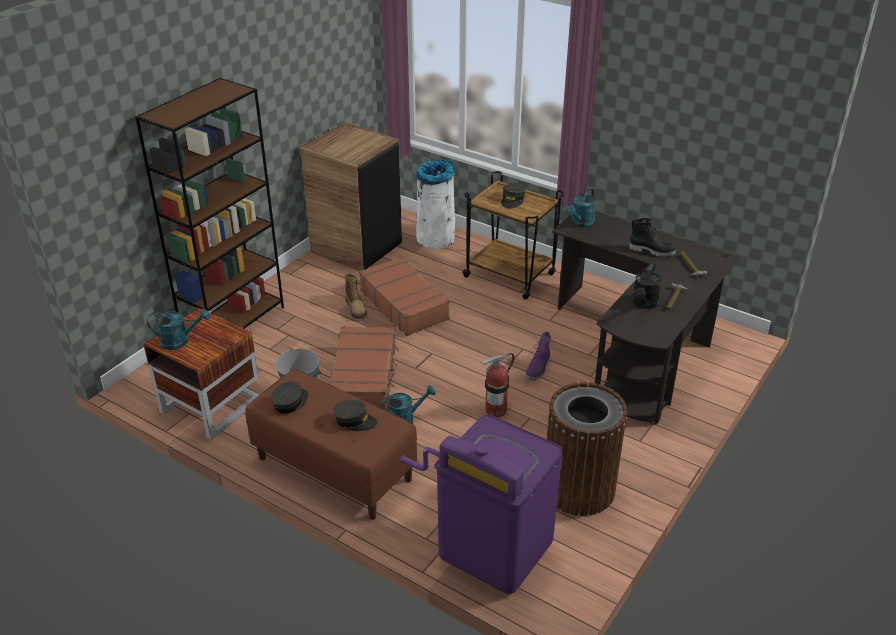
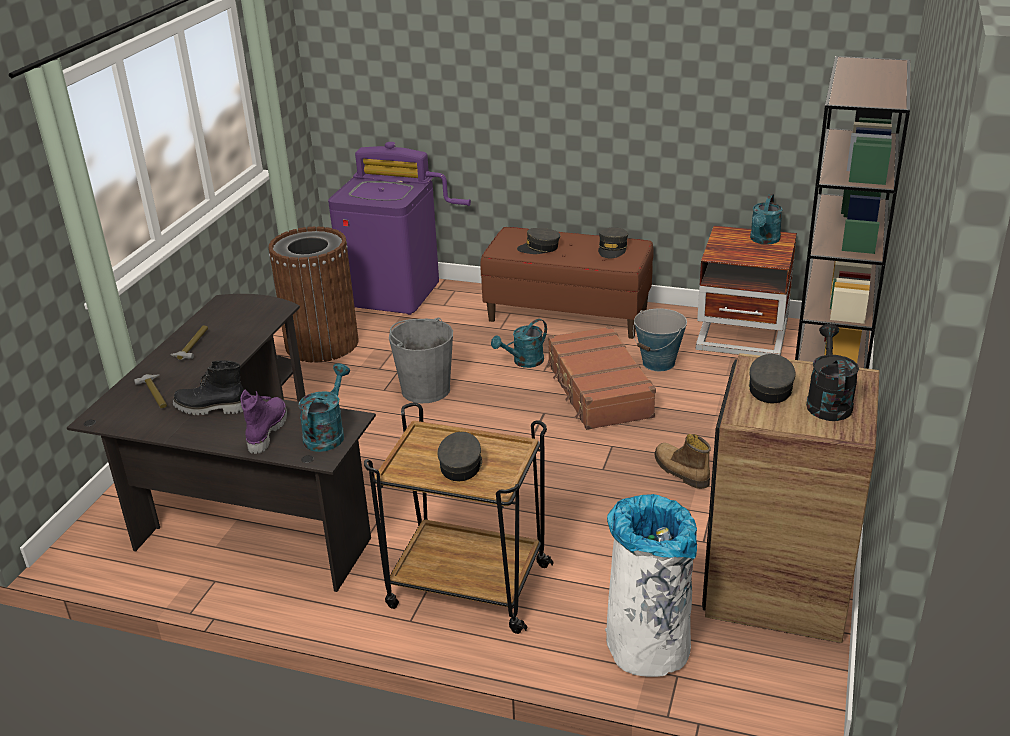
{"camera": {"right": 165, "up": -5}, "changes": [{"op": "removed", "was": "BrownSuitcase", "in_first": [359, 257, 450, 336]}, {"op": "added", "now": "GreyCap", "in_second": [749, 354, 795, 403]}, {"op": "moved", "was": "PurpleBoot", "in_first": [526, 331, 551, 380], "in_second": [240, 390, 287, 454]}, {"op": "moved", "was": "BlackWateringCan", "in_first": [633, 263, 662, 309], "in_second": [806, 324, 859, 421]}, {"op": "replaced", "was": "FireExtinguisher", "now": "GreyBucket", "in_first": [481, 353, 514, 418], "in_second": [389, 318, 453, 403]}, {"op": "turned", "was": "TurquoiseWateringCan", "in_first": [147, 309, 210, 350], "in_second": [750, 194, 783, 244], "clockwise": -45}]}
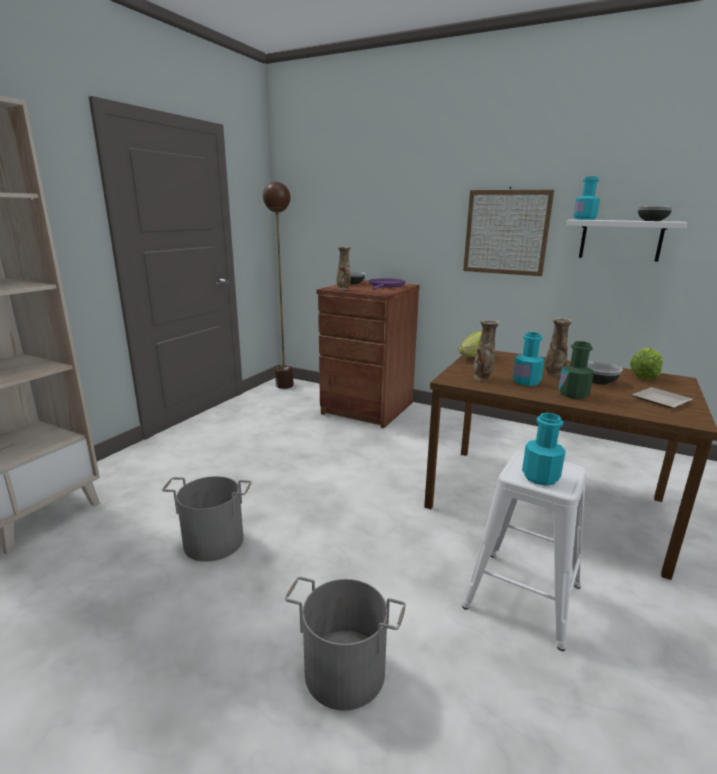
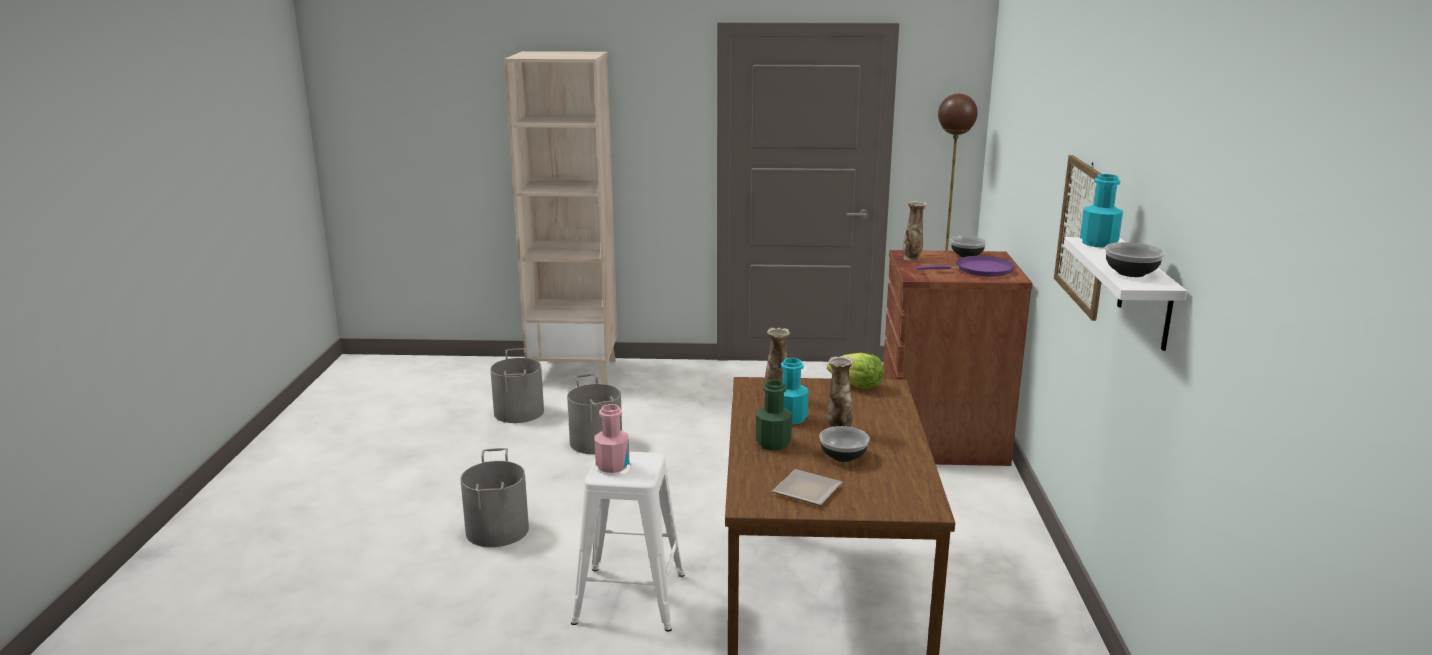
{"camera": {"right": 65, "up": 0}, "changes": [{"op": "removed", "was": "Lettuce", "in_first": [630, 348, 663, 380]}, {"op": "added", "now": "GreyBucket", "in_second": [490, 348, 544, 423]}, {"op": "recoloured", "was": "TurquoiseBottle", "now": "PinkBottle", "in_first": [522, 413, 566, 486], "in_second": [594, 404, 629, 473]}]}
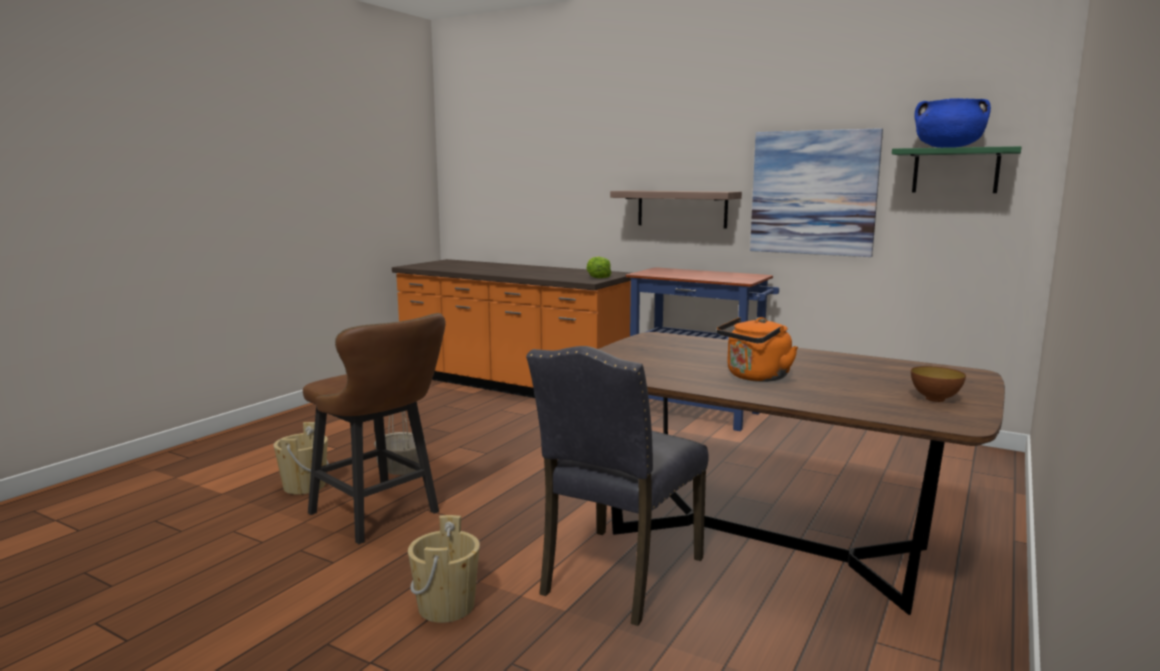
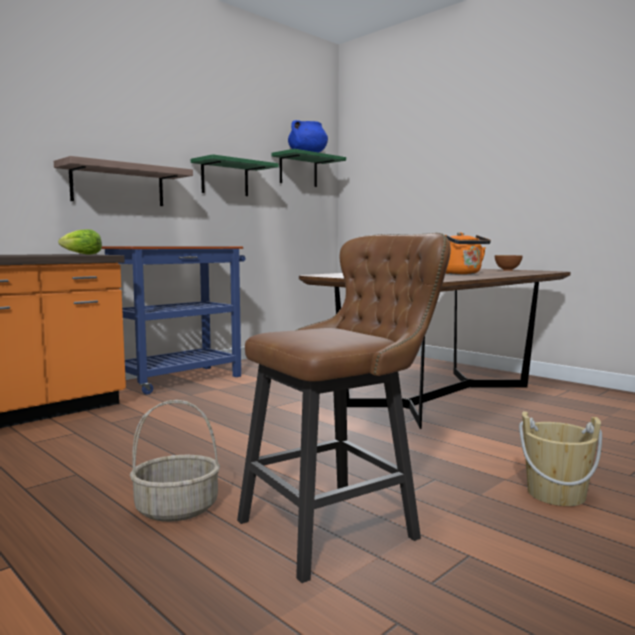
{"camera": {"right": -75, "up": -5}, "changes": [{"op": "removed", "was": "BeigeBucket", "in_first": [274, 422, 329, 494]}, {"op": "removed", "was": "GreyChair", "in_first": [526, 346, 709, 626]}, {"op": "replaced", "was": "Picture", "now": "GreenShelf", "in_first": [750, 128, 883, 257], "in_second": [191, 154, 279, 196]}]}
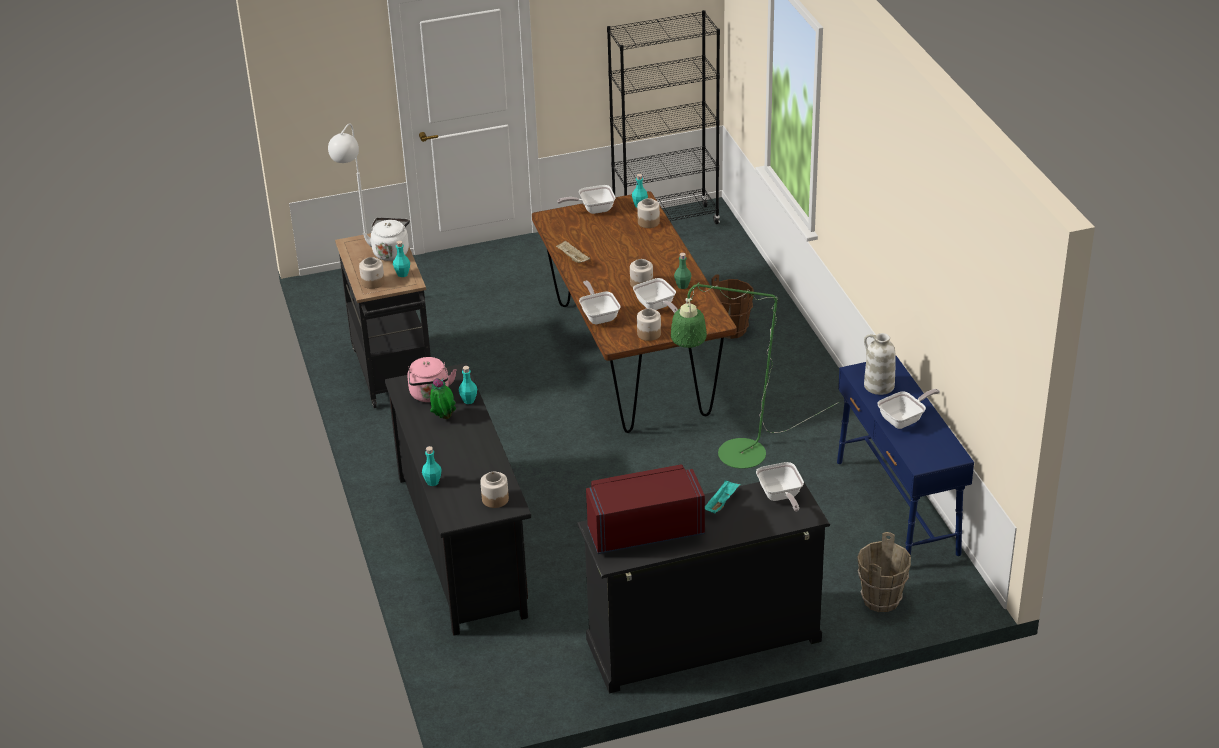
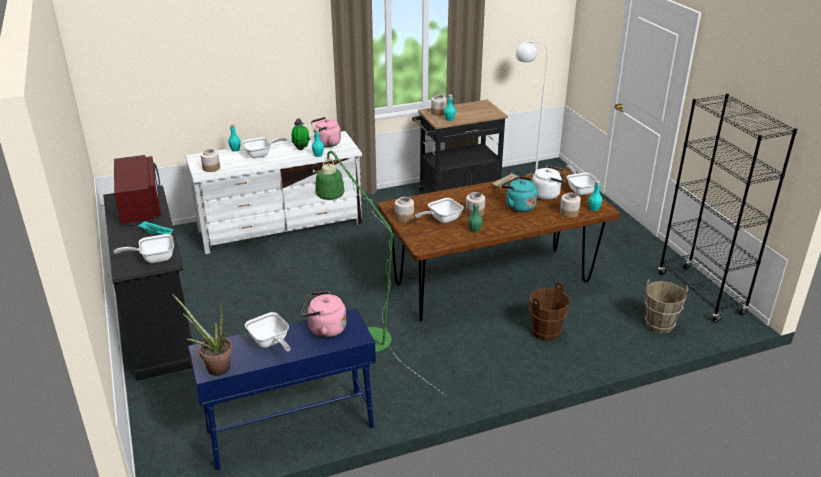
{"camera": {"right": 85, "up": -5}, "changes": [{"op": "added", "now": "PottedPlant", "in_second": [172, 294, 232, 376]}, {"op": "added", "now": "TurquoiseKettle", "in_second": [501, 176, 537, 212]}, {"op": "moved", "was": "WhiteKettle", "in_first": [363, 217, 410, 261], "in_second": [532, 165, 565, 200]}, {"op": "moved", "was": "FryingPan", "in_first": [579, 281, 621, 324], "in_second": [242, 137, 287, 158]}, {"op": "moved", "was": "BrownBucket", "in_first": [857, 532, 911, 612], "in_second": [644, 279, 688, 334]}, {"op": "replaced", "was": "WhiteVase", "now": "PinkKettle", "in_first": [864, 333, 895, 395], "in_second": [302, 291, 346, 338]}, {"op": "recoloured", "was": "BlackDresser", "now": "WhiteDresser", "in_first": [385, 363, 531, 635], "in_second": [185, 131, 362, 254]}]}
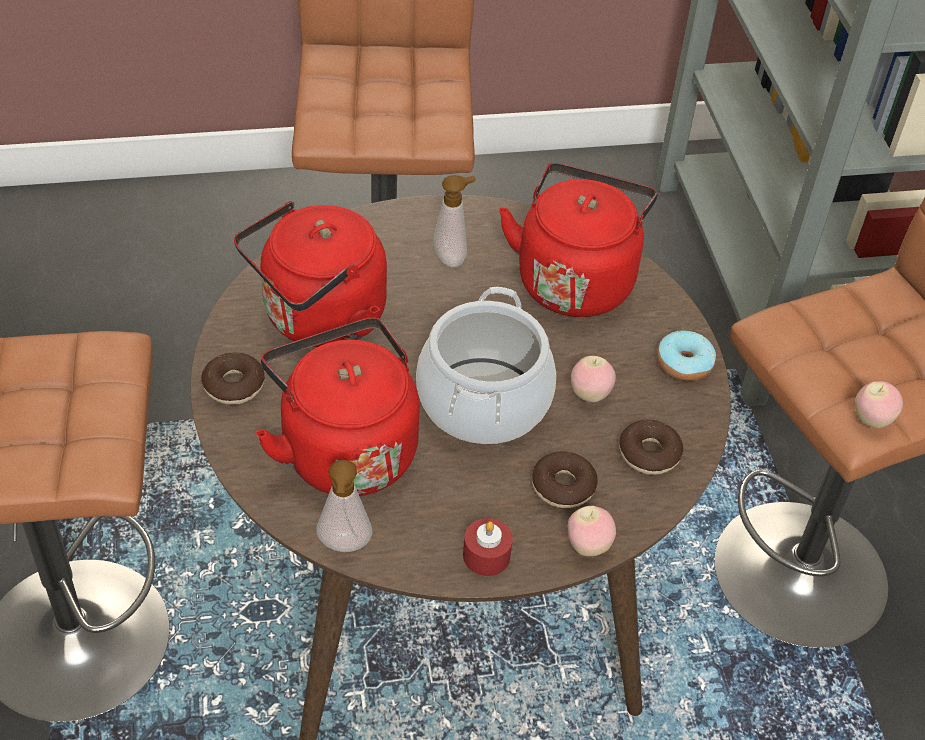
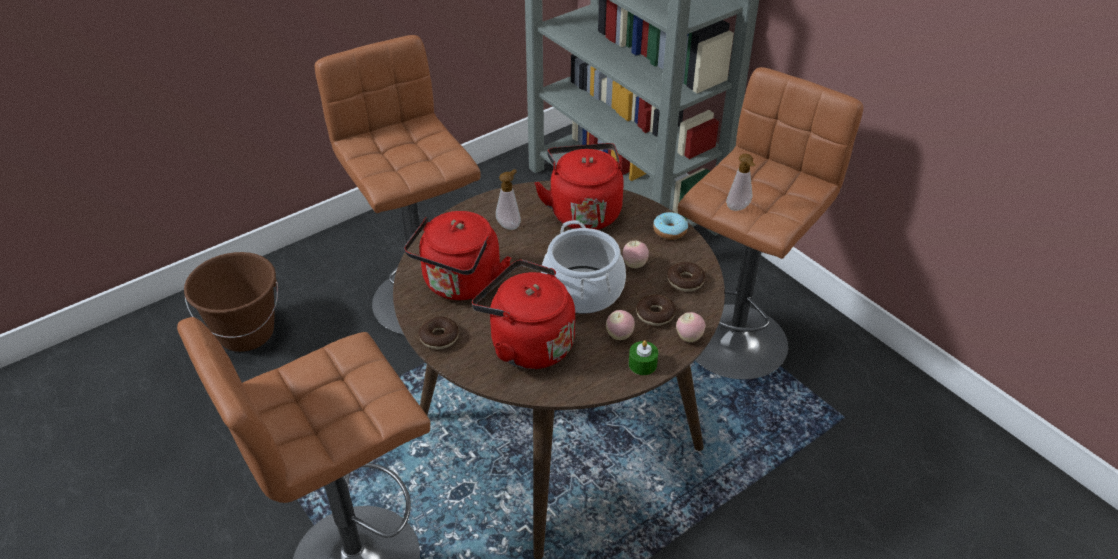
{"camera": {"right": -25, "up": -5}, "changes": [{"op": "added", "now": "BrownBucket", "in_second": [184, 252, 278, 352]}, {"op": "moved", "was": "SoapDispenser", "in_first": [316, 460, 373, 552], "in_second": [726, 154, 755, 211]}, {"op": "moved", "was": "Apple", "in_first": [855, 381, 903, 428], "in_second": [606, 310, 635, 340]}, {"op": "recoloured", "was": "RedCandle", "now": "GreenCandle", "in_first": [463, 518, 513, 576], "in_second": [629, 340, 658, 375]}]}
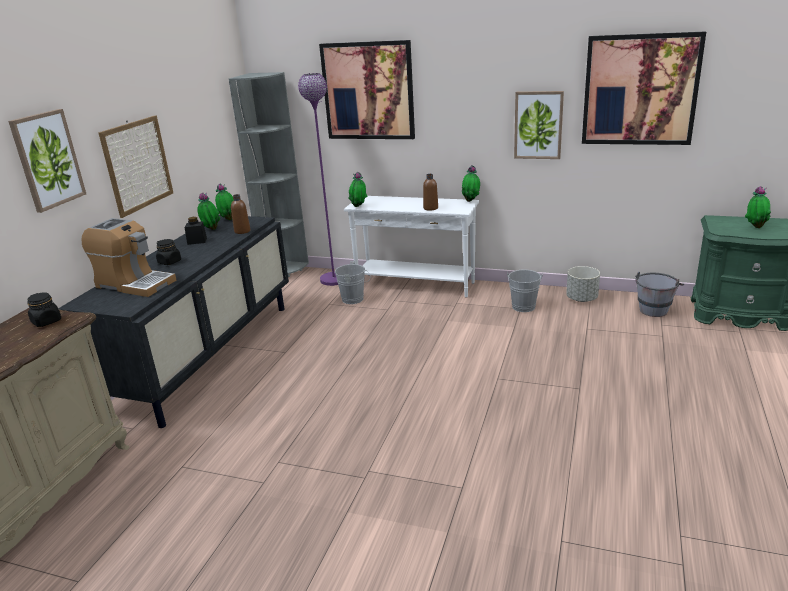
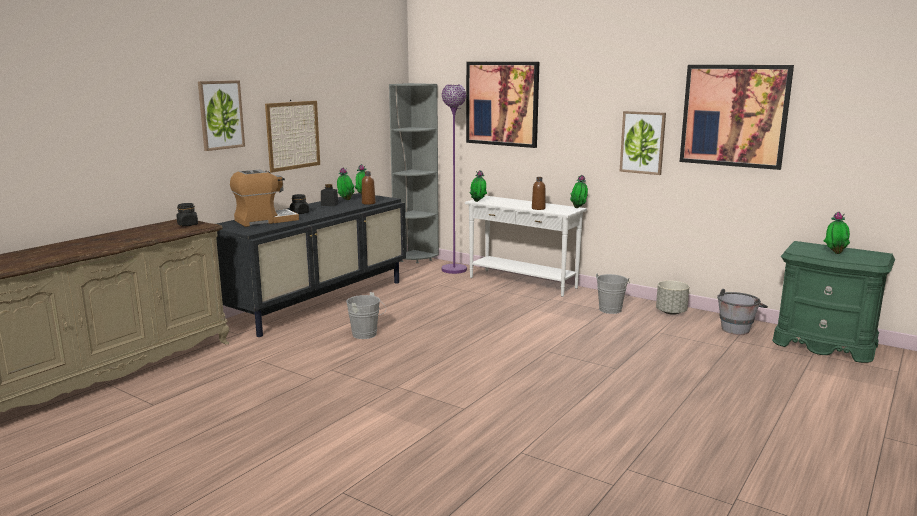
{"camera": {"right": 15, "up": -10}, "changes": [{"op": "moved", "was": "GreyBucket", "in_first": [335, 261, 371, 304], "in_second": [346, 292, 386, 339]}, {"op": "turned", "was": "CoffeeMachine", "in_first": [82, 218, 176, 297], "in_second": [230, 170, 299, 227], "clockwise": -75}]}
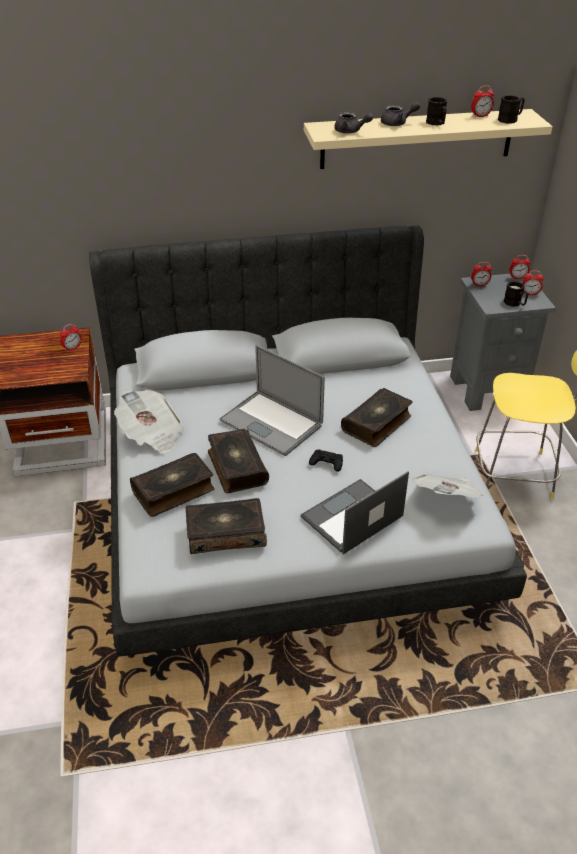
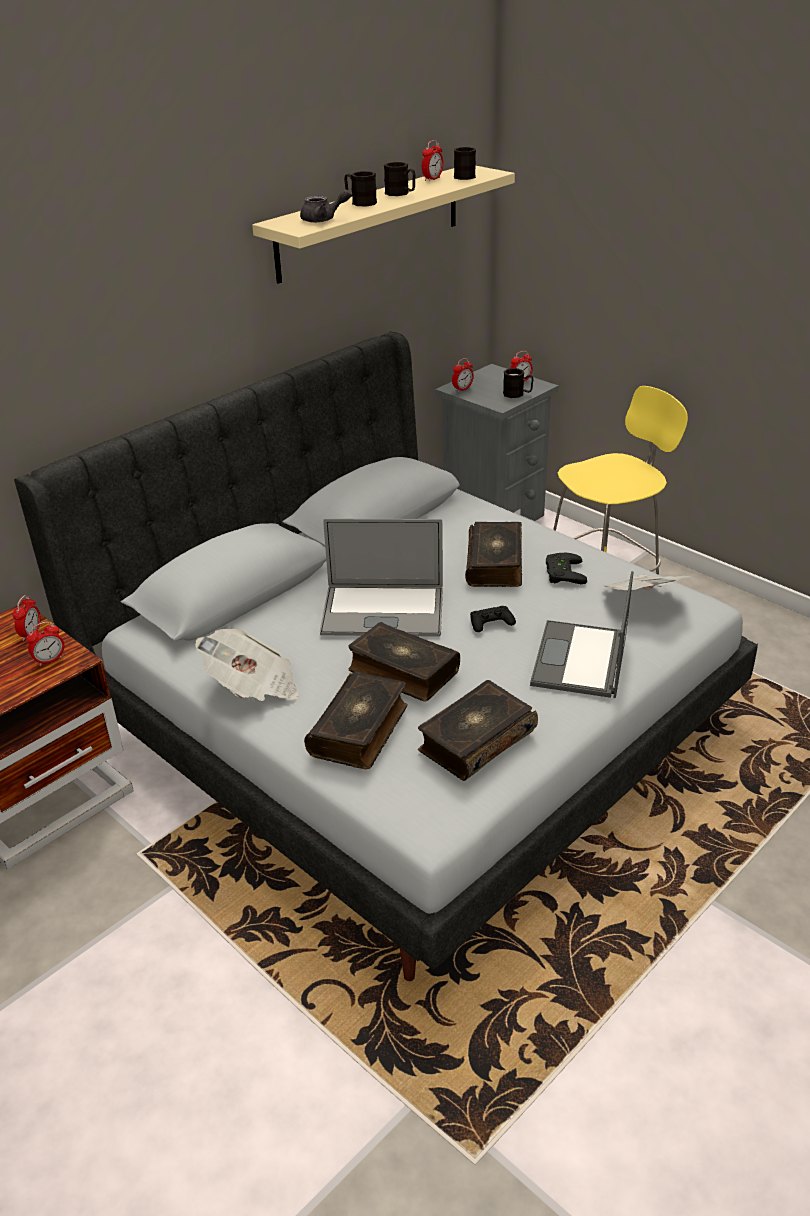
{"camera": {"right": -35, "up": -5}, "changes": [{"op": "added", "now": "BlackGameController", "in_second": [546, 553, 587, 584]}, {"op": "moved", "was": "AlarmClock", "in_first": [510, 255, 530, 279], "in_second": [26, 622, 64, 666]}, {"op": "replaced", "was": "GreyTeapot", "now": "BlackMug", "in_first": [381, 102, 420, 126], "in_second": [344, 171, 377, 207]}]}
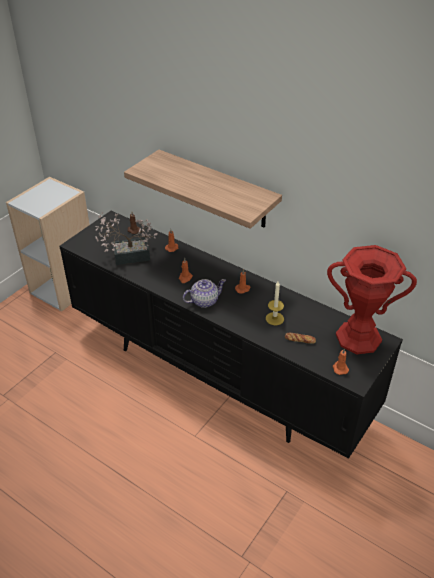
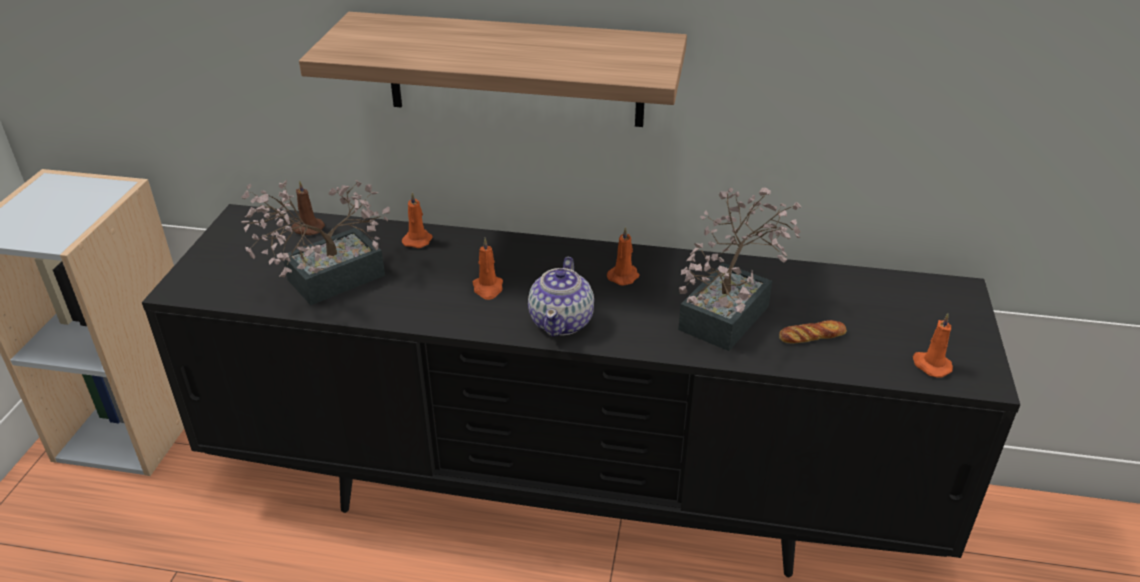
{"camera": {"right": -25, "up": -5}, "changes": [{"op": "removed", "was": "RedVase", "in_first": [327, 245, 417, 354]}, {"op": "replaced", "was": "Candle", "now": "PottedPlant", "in_first": [266, 282, 284, 325], "in_second": [678, 187, 801, 351]}, {"op": "turned", "was": "Teapot", "in_first": [183, 279, 226, 308], "in_second": [528, 257, 594, 337], "clockwise": 150}]}
